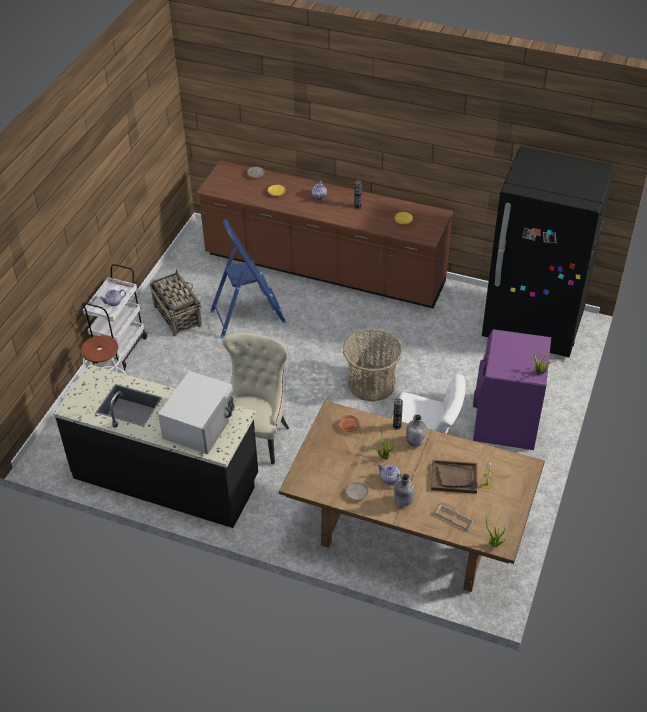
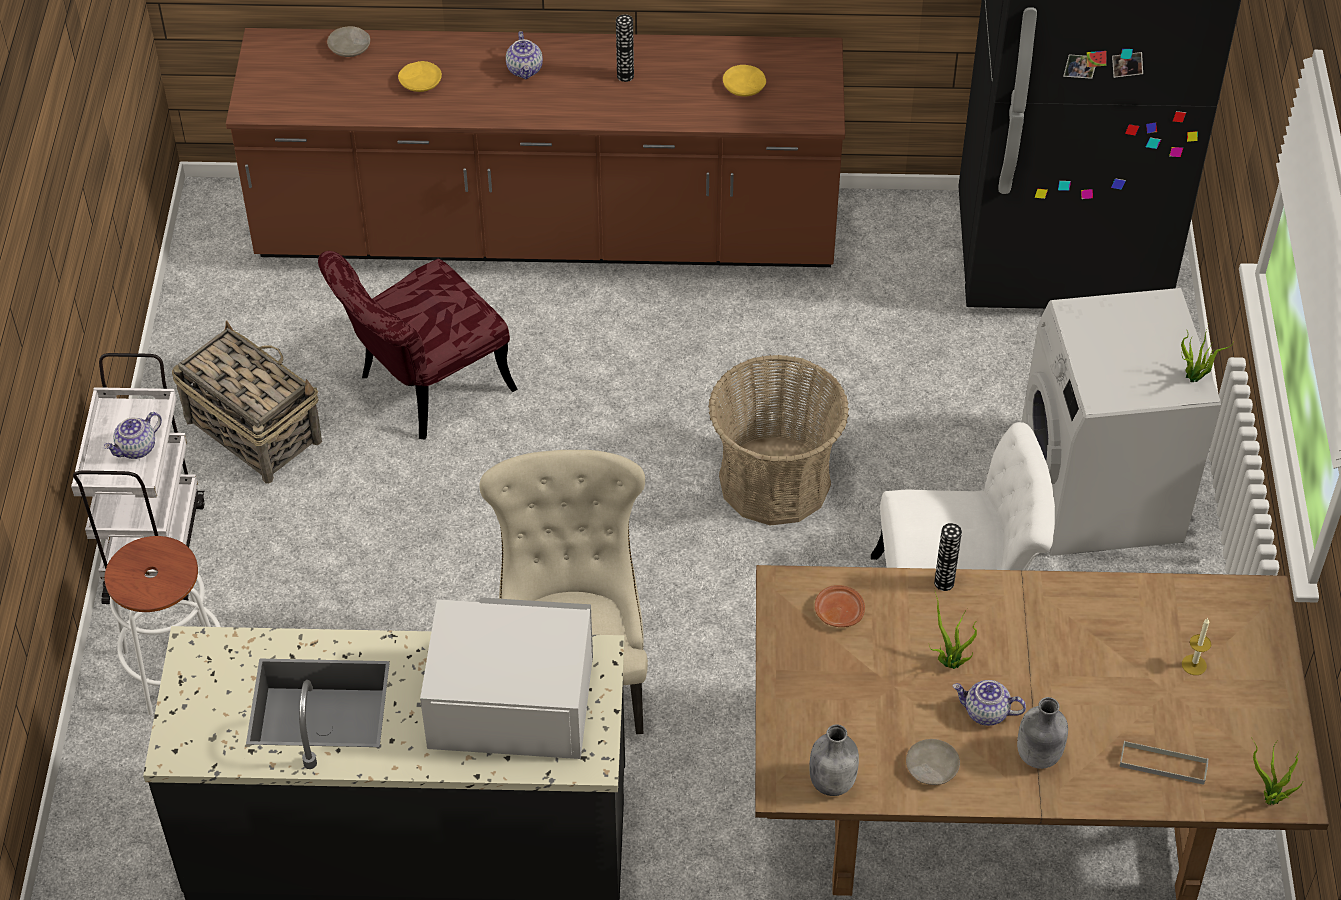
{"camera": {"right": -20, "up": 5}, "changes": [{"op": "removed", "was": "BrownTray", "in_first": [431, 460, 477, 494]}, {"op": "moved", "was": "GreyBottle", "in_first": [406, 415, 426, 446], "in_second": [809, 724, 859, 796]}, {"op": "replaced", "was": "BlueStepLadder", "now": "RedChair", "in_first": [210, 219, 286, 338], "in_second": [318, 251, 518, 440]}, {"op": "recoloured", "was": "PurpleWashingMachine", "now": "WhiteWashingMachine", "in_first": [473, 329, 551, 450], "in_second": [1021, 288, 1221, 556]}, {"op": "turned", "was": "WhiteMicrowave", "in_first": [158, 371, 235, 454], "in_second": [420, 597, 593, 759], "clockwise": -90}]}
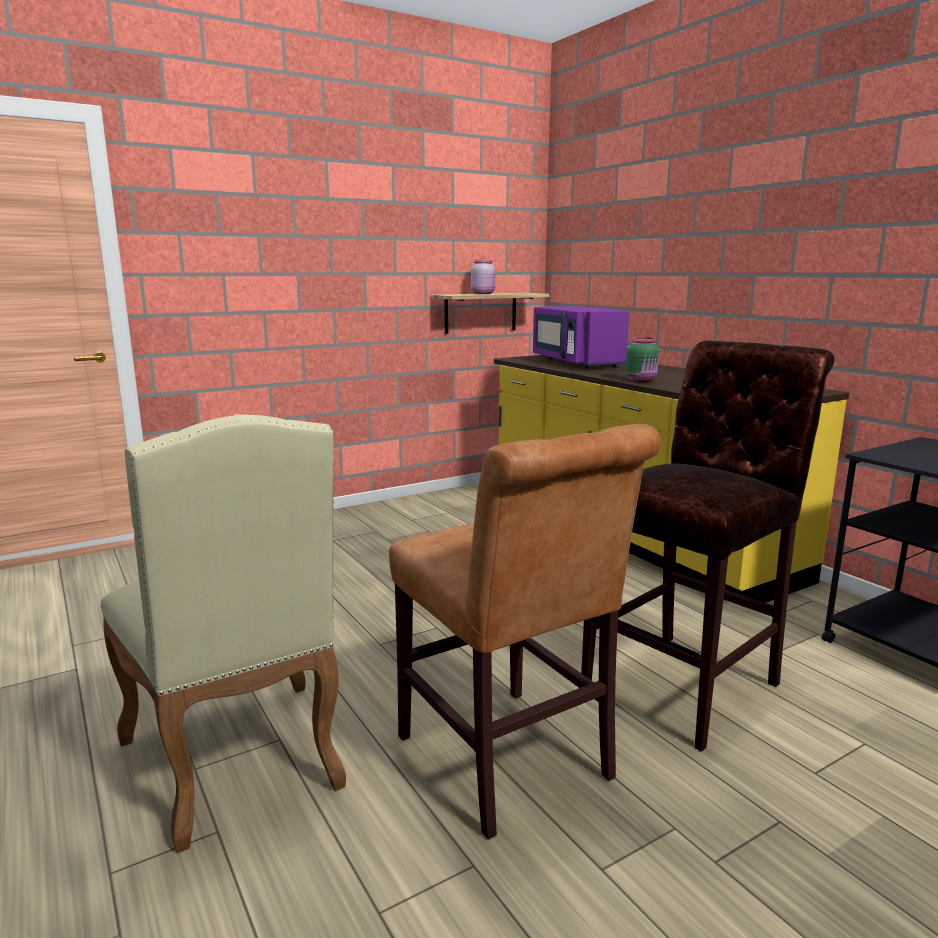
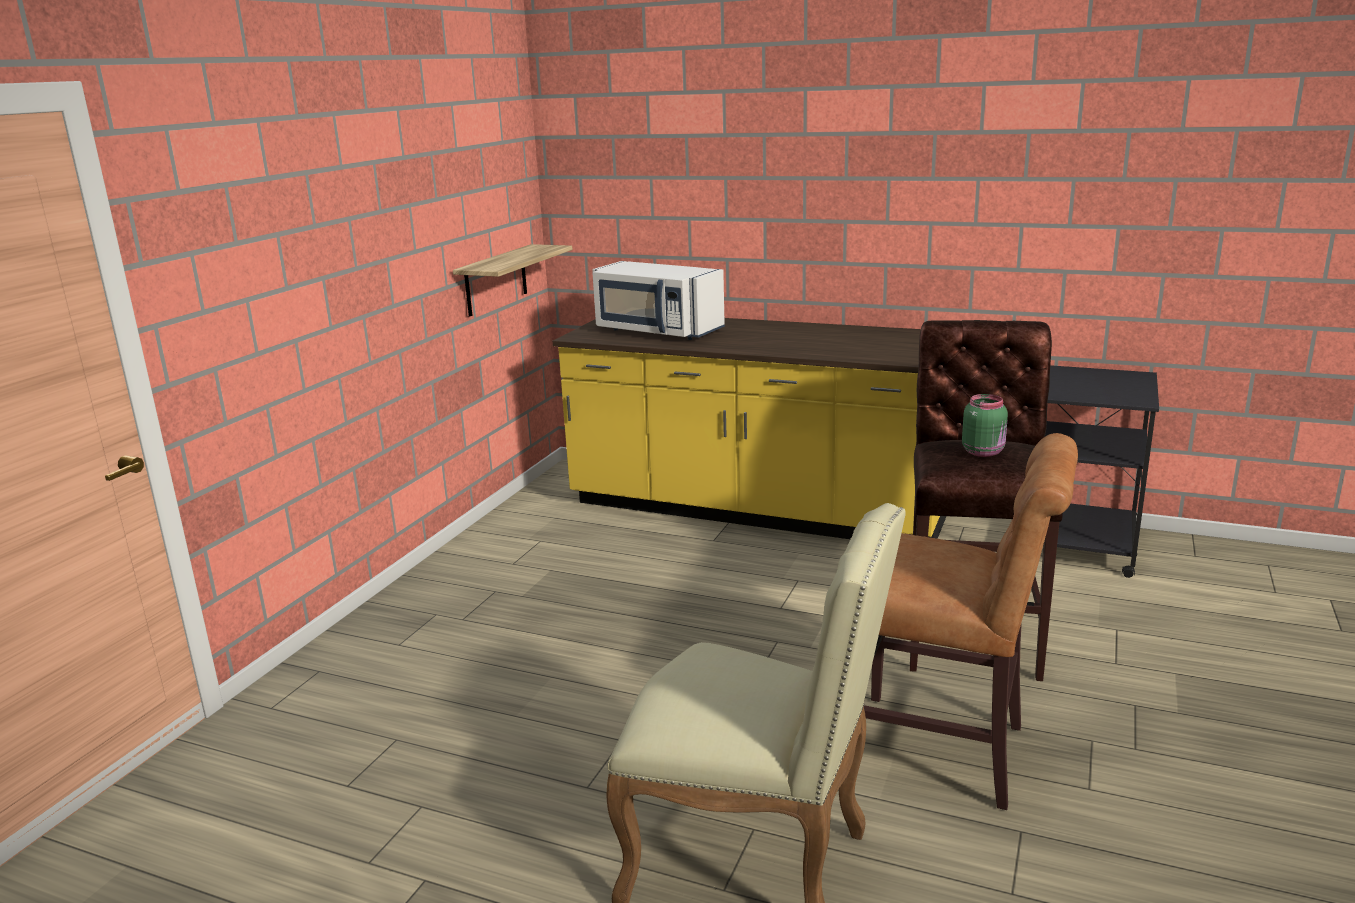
{"camera": {"right": -35, "up": 5}, "changes": [{"op": "removed", "was": "PinkJar", "in_first": [471, 260, 495, 294]}, {"op": "moved", "was": "GreenJar", "in_first": [625, 337, 659, 382], "in_second": [962, 394, 1008, 457]}, {"op": "recoloured", "was": "PurpleMicrowave", "now": "WhiteMicrowave", "in_first": [533, 306, 630, 368], "in_second": [592, 261, 725, 340]}]}
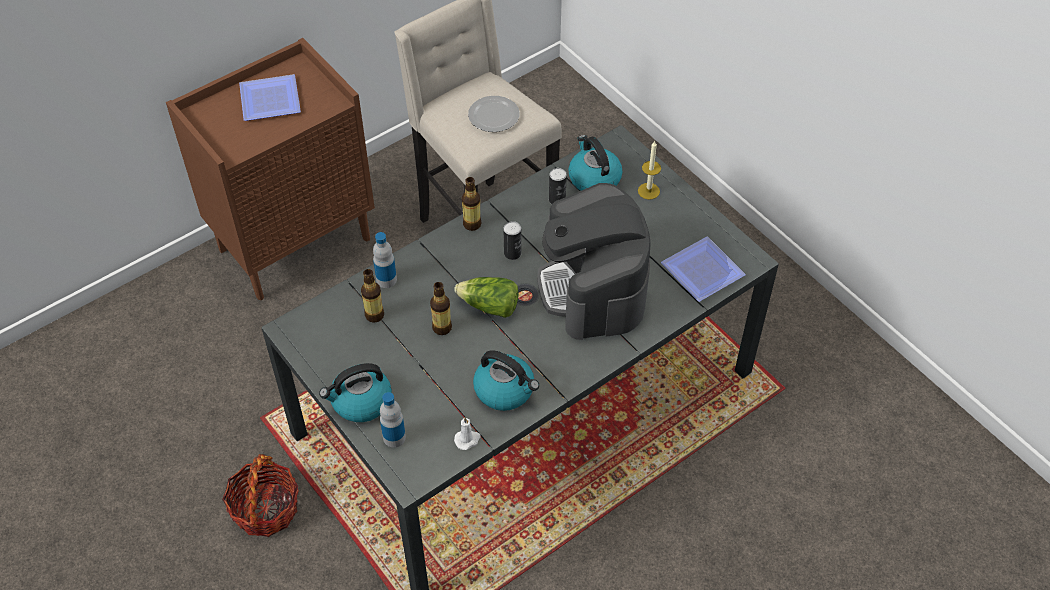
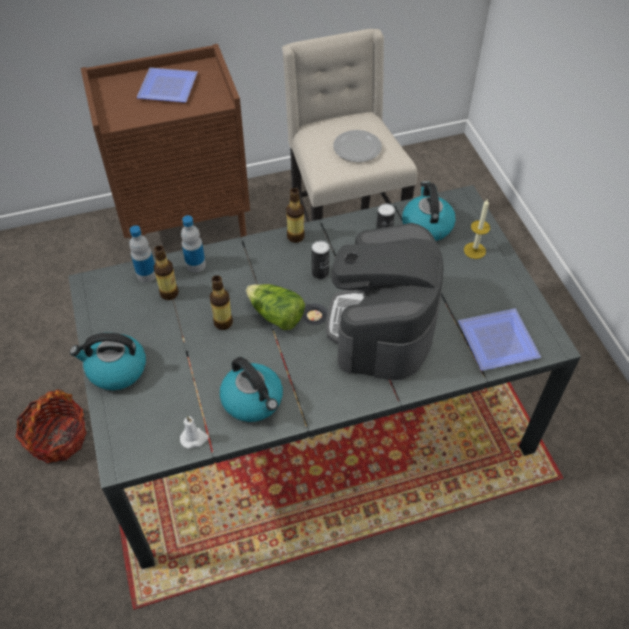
{"camera": {"right": 20, "up": 0}, "changes": [{"op": "moved", "was": "Bottle", "in_first": [380, 392, 406, 447], "in_second": [129, 225, 156, 283]}]}
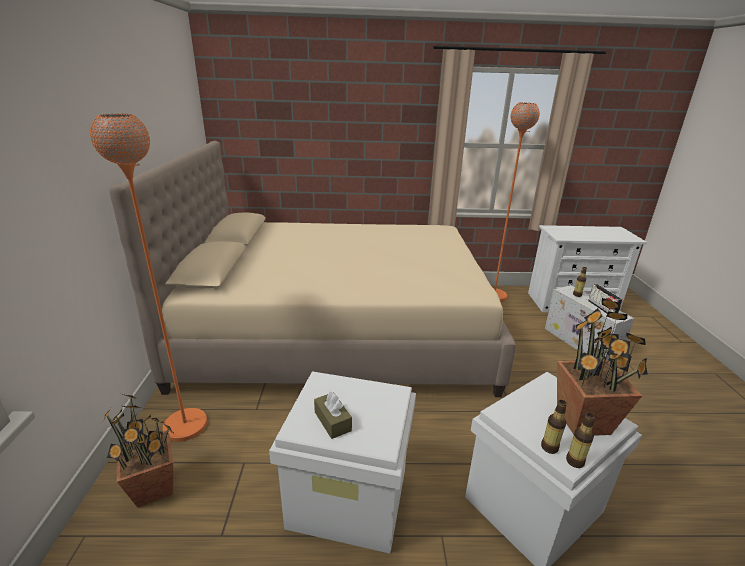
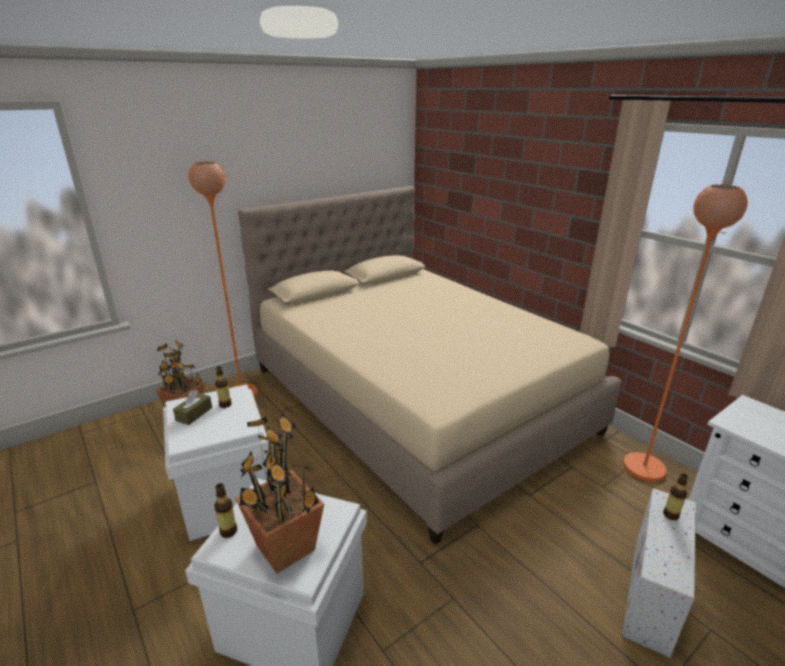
{"camera": {"right": 55, "up": 0}, "changes": [{"op": "removed", "was": "Radio", "in_first": [588, 284, 623, 314]}, {"op": "moved", "was": "Bottle", "in_first": [566, 413, 595, 468], "in_second": [215, 366, 232, 408]}]}
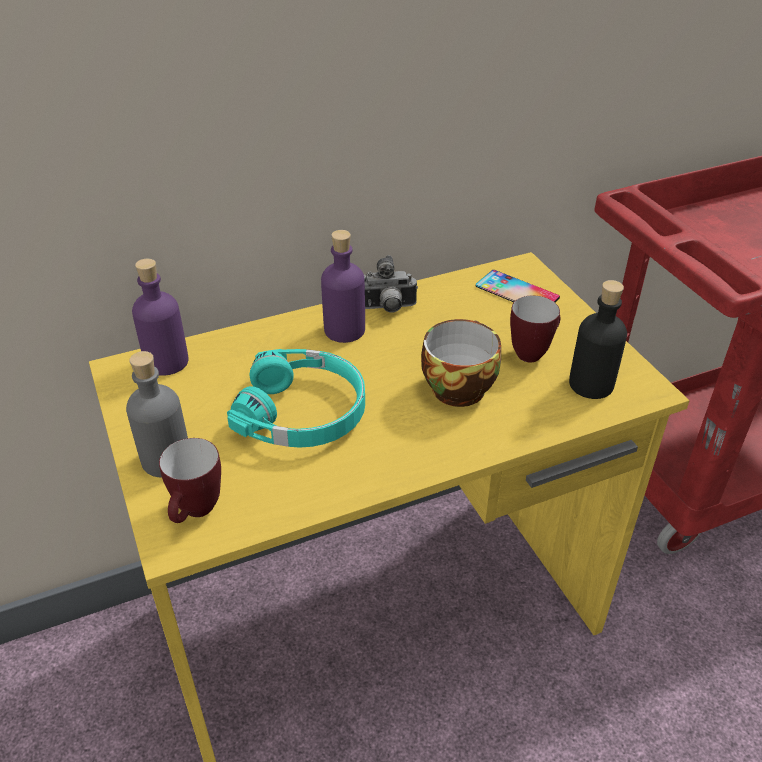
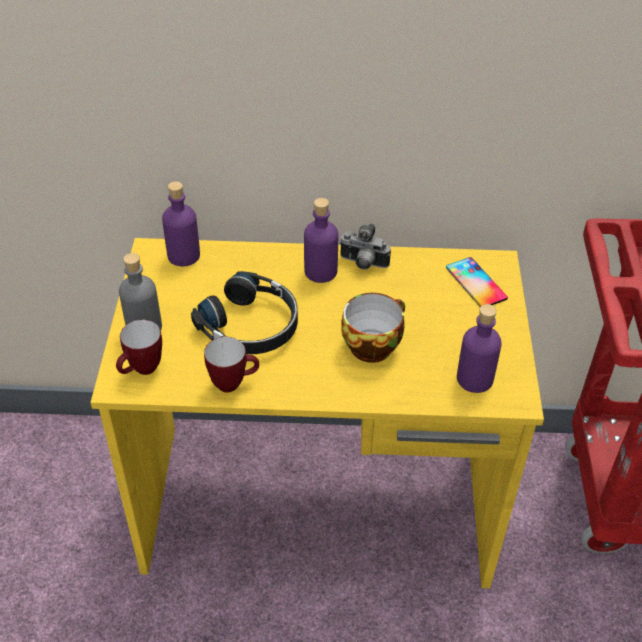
{"camera": {"right": 25, "up": 5}, "changes": [{"op": "moved", "was": "Mug", "in_first": [510, 295, 560, 362], "in_second": [204, 337, 259, 392]}, {"op": "recoloured", "was": "TurquoiseHeadphones", "now": "BlackHeadphones", "in_first": [227, 349, 365, 448], "in_second": [191, 271, 298, 354]}, {"op": "recoloured", "was": "BlackBottle", "now": "PurpleBottle", "in_first": [569, 280, 627, 399], "in_second": [457, 304, 502, 393]}]}
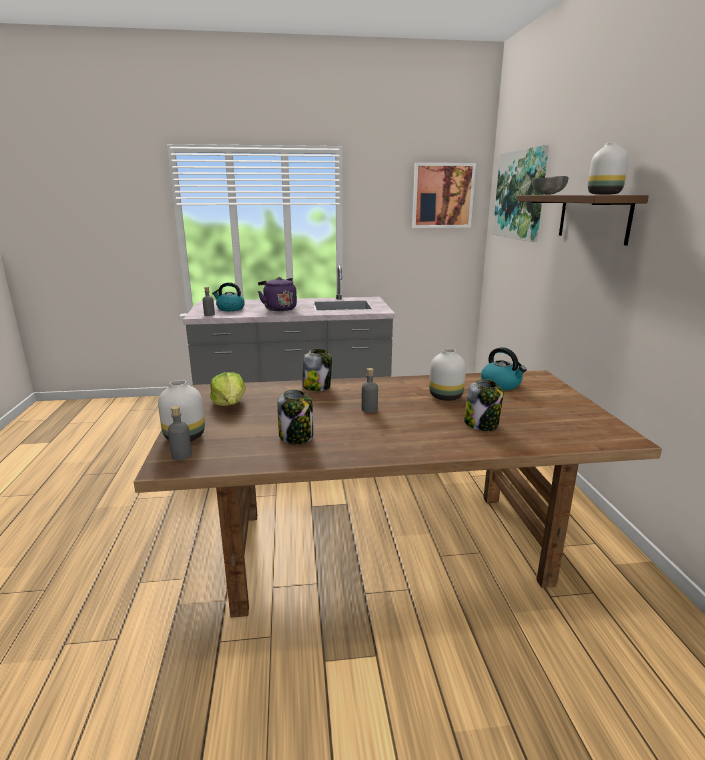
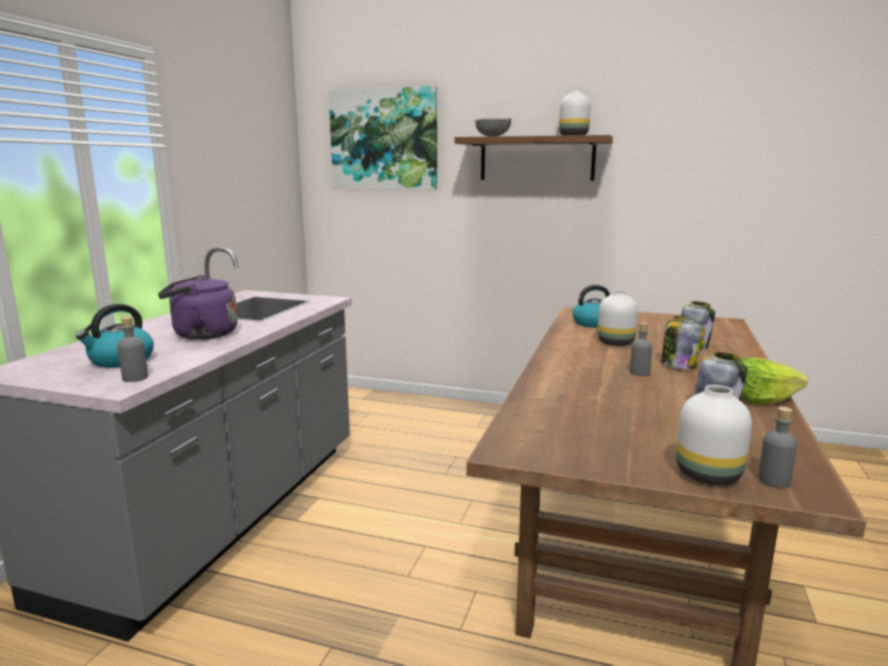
{"camera": {"right": -65, "up": -5}, "changes": [{"op": "removed", "was": "Picture", "in_first": [412, 163, 476, 228]}, {"op": "moved", "was": "Lettuce", "in_first": [210, 372, 246, 406], "in_second": [741, 357, 808, 404]}, {"op": "moved", "was": "Jar", "in_first": [302, 349, 332, 391], "in_second": [661, 316, 701, 369]}]}
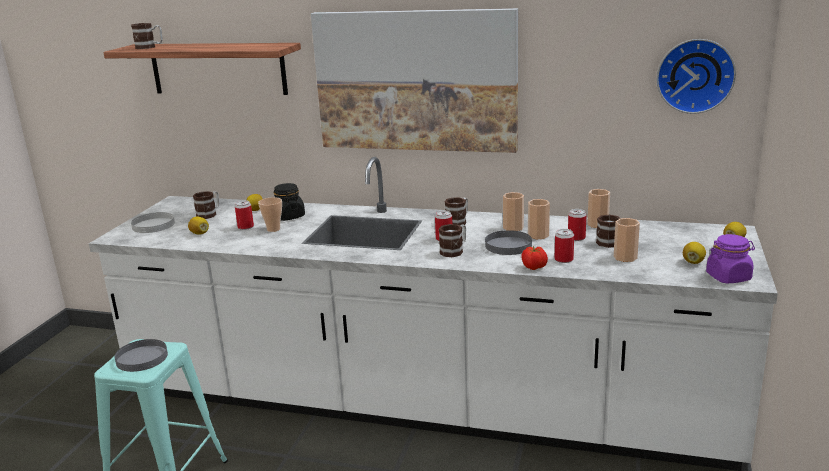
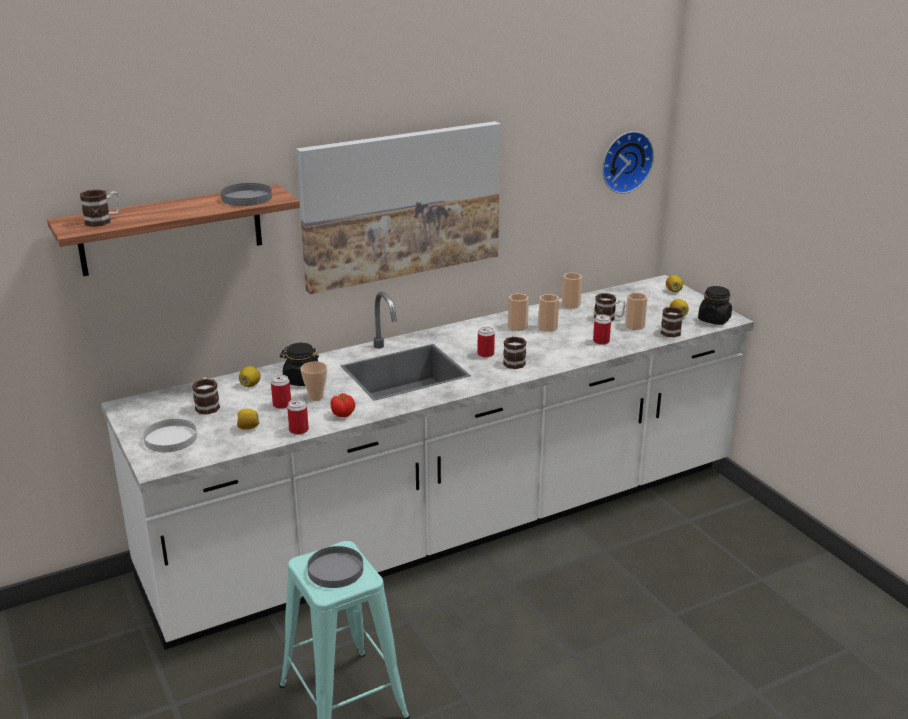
{"camera": {"right": -45, "up": 5}, "changes": [{"op": "moved", "was": "Mug", "in_first": [445, 197, 468, 226], "in_second": [661, 306, 683, 337]}, {"op": "moved", "was": "GreyPlate", "in_first": [485, 230, 532, 255], "in_second": [221, 183, 272, 206]}, {"op": "moved", "was": "Tomato", "in_first": [522, 246, 548, 270], "in_second": [331, 393, 355, 417]}, {"op": "moved", "was": "Can", "in_first": [568, 209, 586, 241], "in_second": [287, 399, 309, 435]}, {"op": "recoloured", "was": "PurpleJar", "now": "BlackJar", "in_first": [706, 234, 755, 283], "in_second": [698, 286, 732, 325]}]}
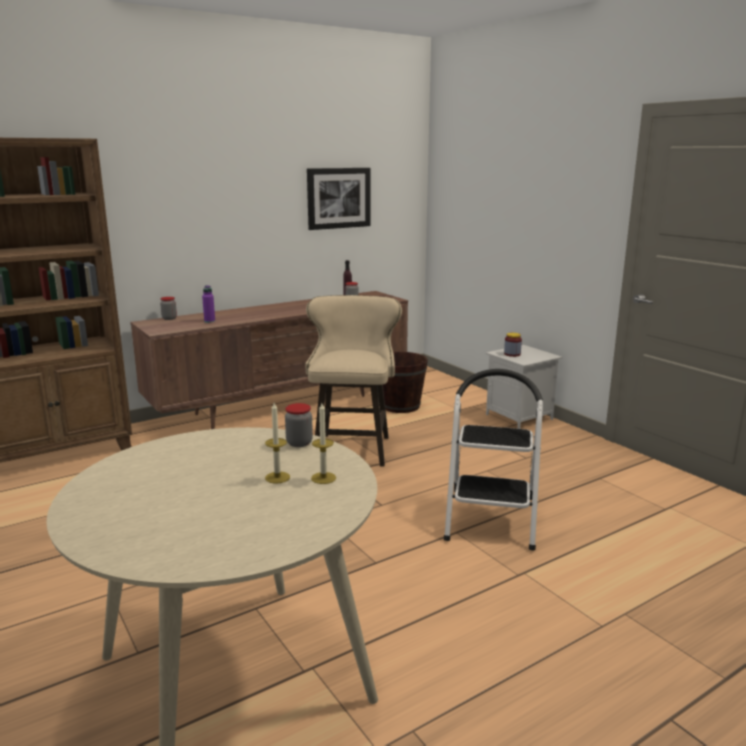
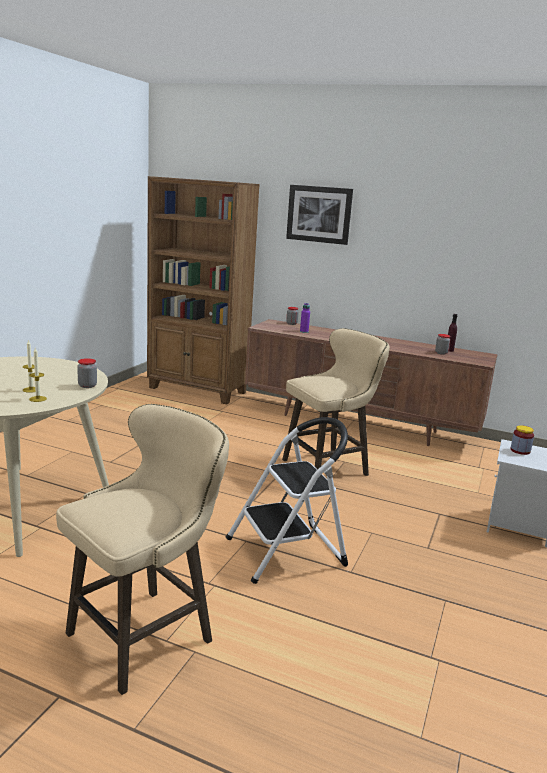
{"camera": {"right": 55, "up": 0}, "changes": [{"op": "removed", "was": "BrownBucket", "in_first": [383, 352, 428, 413]}, {"op": "added", "now": "BeigeStool", "in_second": [56, 404, 229, 695]}, {"op": "moved", "was": "Picture", "in_first": [307, 168, 370, 230], "in_second": [286, 185, 353, 245]}]}
